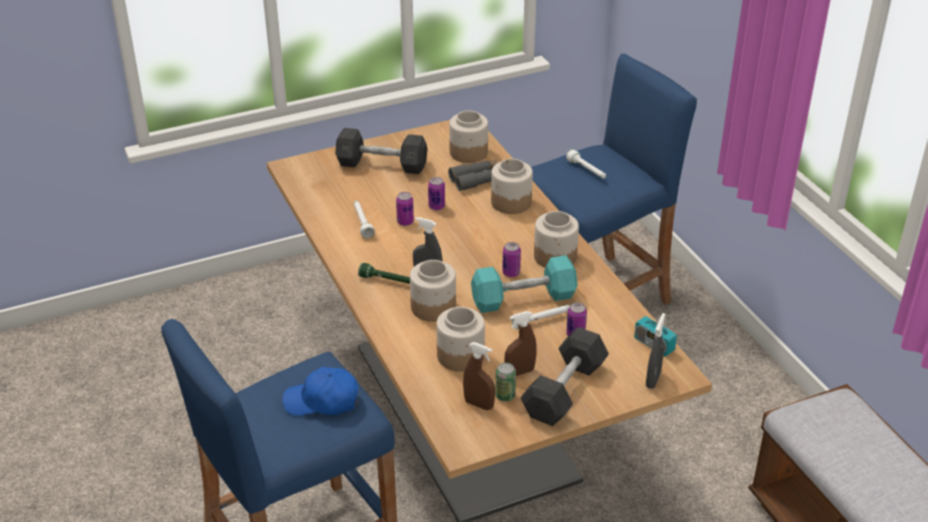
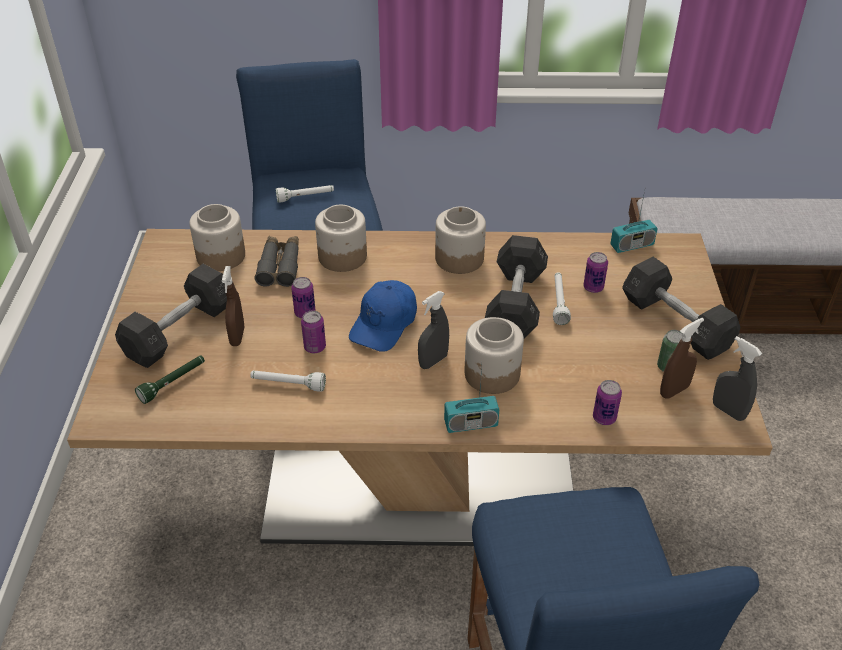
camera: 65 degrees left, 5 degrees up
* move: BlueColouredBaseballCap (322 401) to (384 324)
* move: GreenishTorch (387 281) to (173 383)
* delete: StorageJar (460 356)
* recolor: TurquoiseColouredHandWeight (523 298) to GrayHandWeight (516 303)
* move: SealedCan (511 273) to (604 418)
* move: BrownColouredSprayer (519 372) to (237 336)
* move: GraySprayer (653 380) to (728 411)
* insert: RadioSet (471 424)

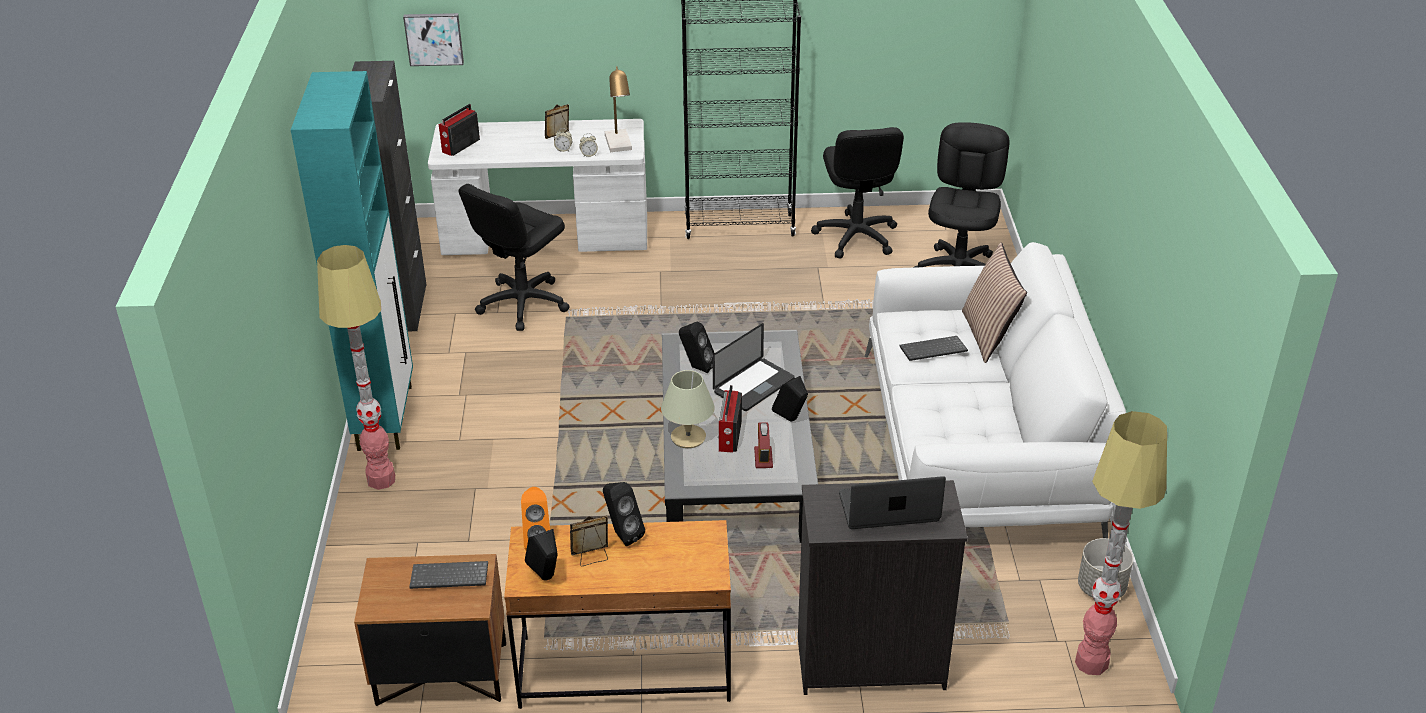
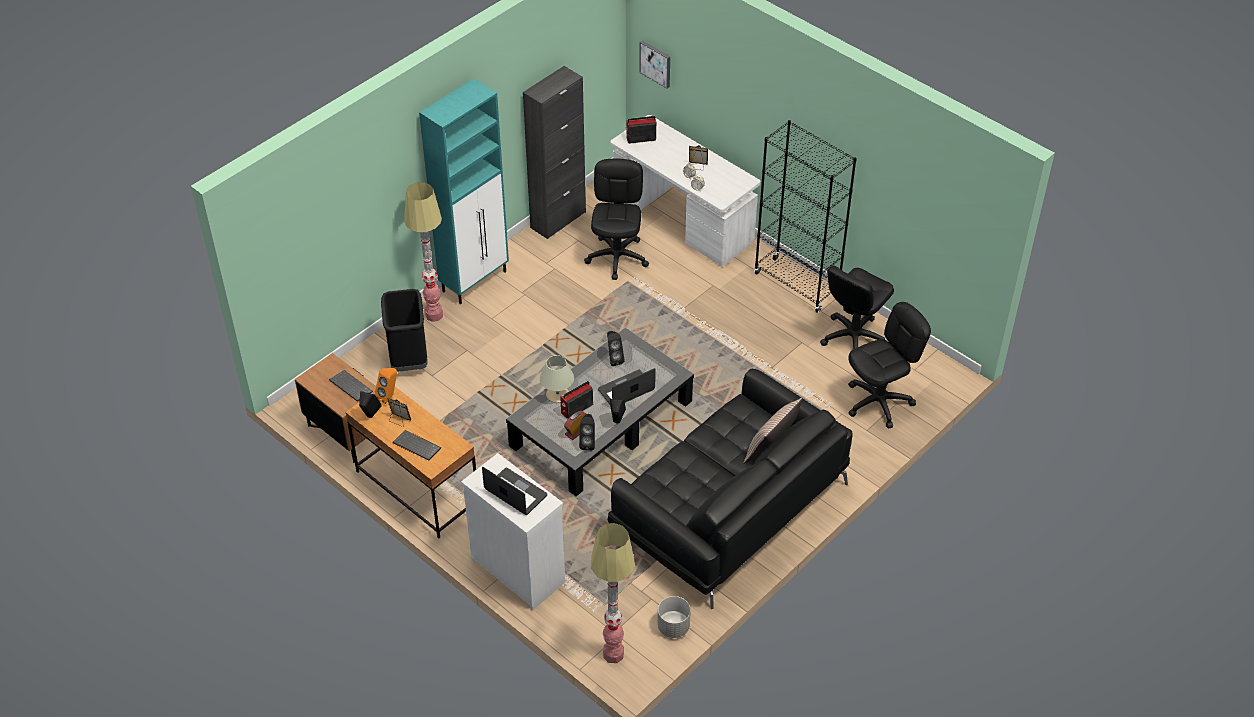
camera: 45 degrees right, 10 degrees up
* rotate: BlackDeskChair (522 303) = (617 257) 105 degrees clockwise
* move: BlackAudioSpeaker (622 535) to (588 443)
* delete: TabletopLamp (620 145)
* rotate: PortableComputer (754 386) = (626 390) 150 degrees clockwise
* recolor: BlackDrawerChest (869 662) to WhiteDrawerChest (518 570)
* recolor: WhiteSettee (978 445) to BlackSettee (729 509)
* move: Keyboard (932 351) to (415 446)
* insert: BlackTrashCan (408 359)

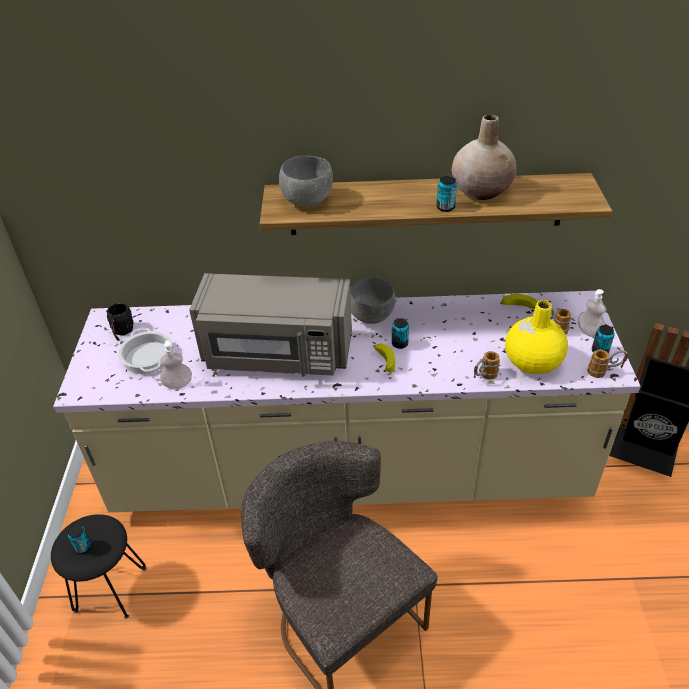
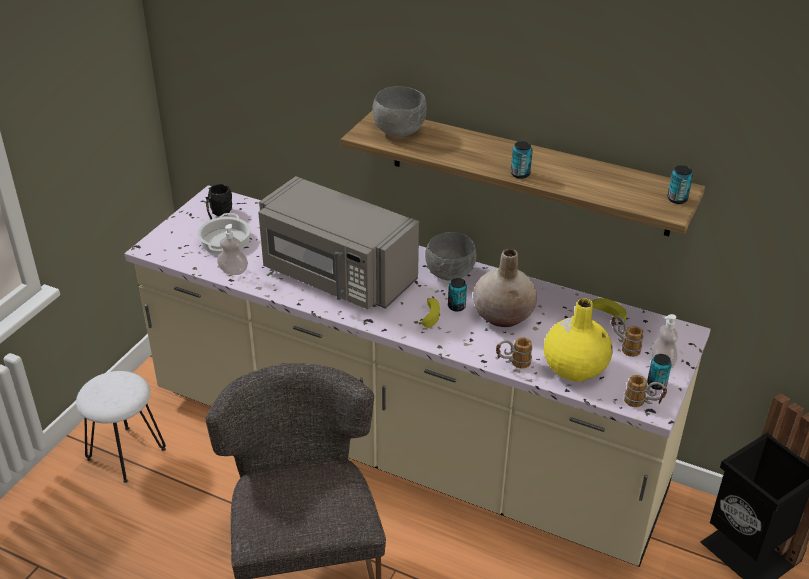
camera: 25 degrees right, 5 degrees down
* recolor: BlackStoolSeat (111 588) to WhiteStoolSeat (127 453)
* move: SealedCan (84 547) to (677 199)
* move: BeigeColouredVase (481 190) to (503 316)

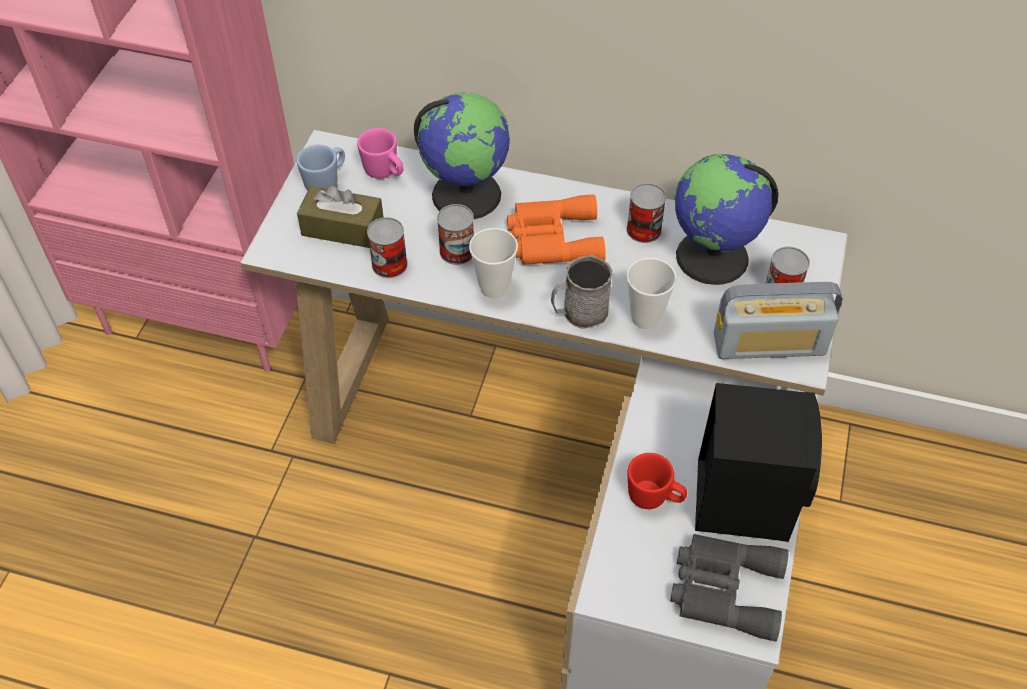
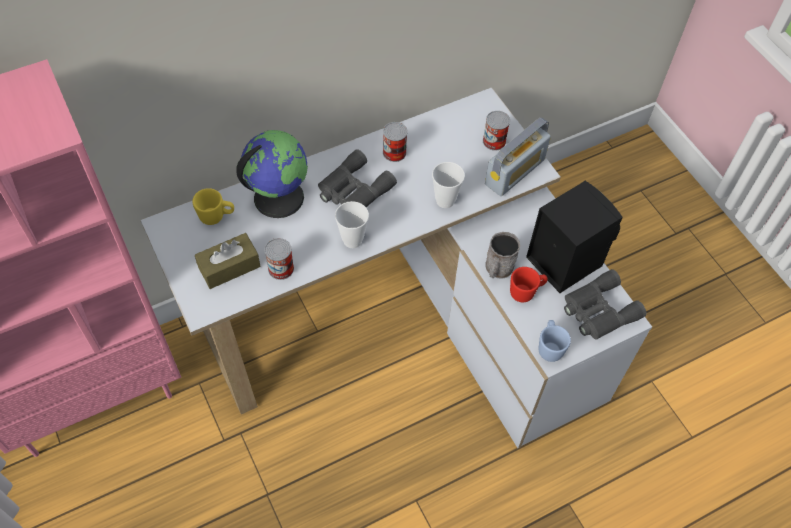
camera: 45 degrees left, 5 degrees up
* move: BlueColouredTeaMug (326 182) to (549 347)
* recolor: PinkishTeaMug (385 173) to YellowTeaMug (216 217)
* delete: SealedCan (457 251)
* recolor: OrangeFieldGlasses (551 239) to GrayFieldGlasses (353 191)
* move: GrayTeaMug (579 313) to (497 269)
* delete: WorldGlobe (712 258)

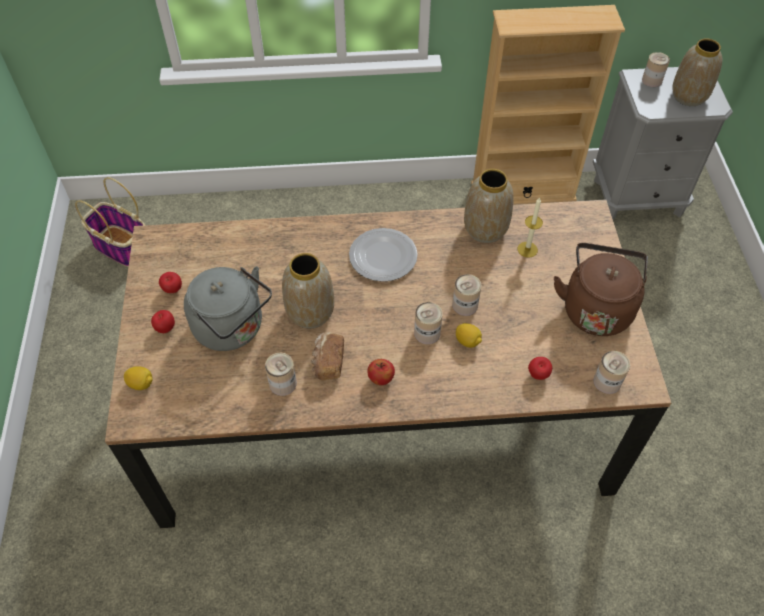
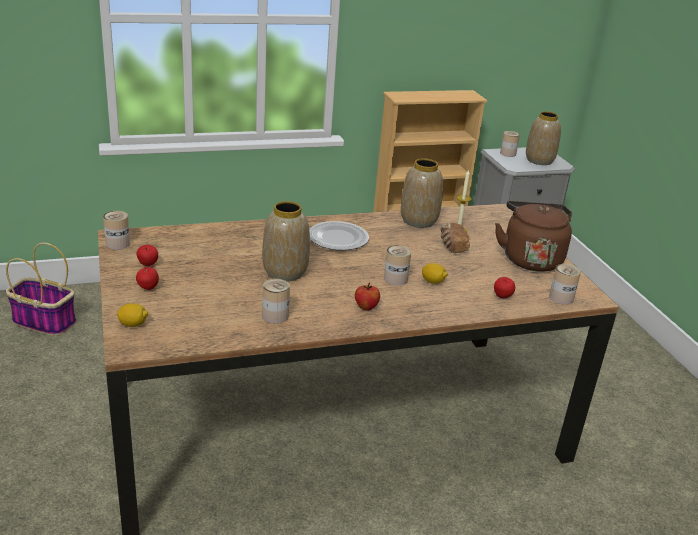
camera: 15 degrees left, 25 degrees down
* delete: GrayWaterKettle (233 329)
* move: Bread (328 362) to (452 246)
* move: SealedCan (465 305) to (117 244)

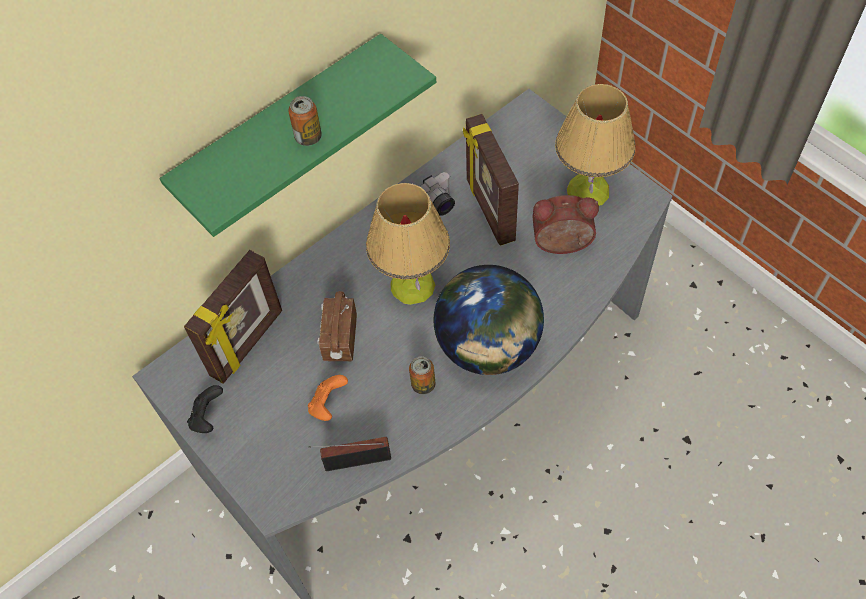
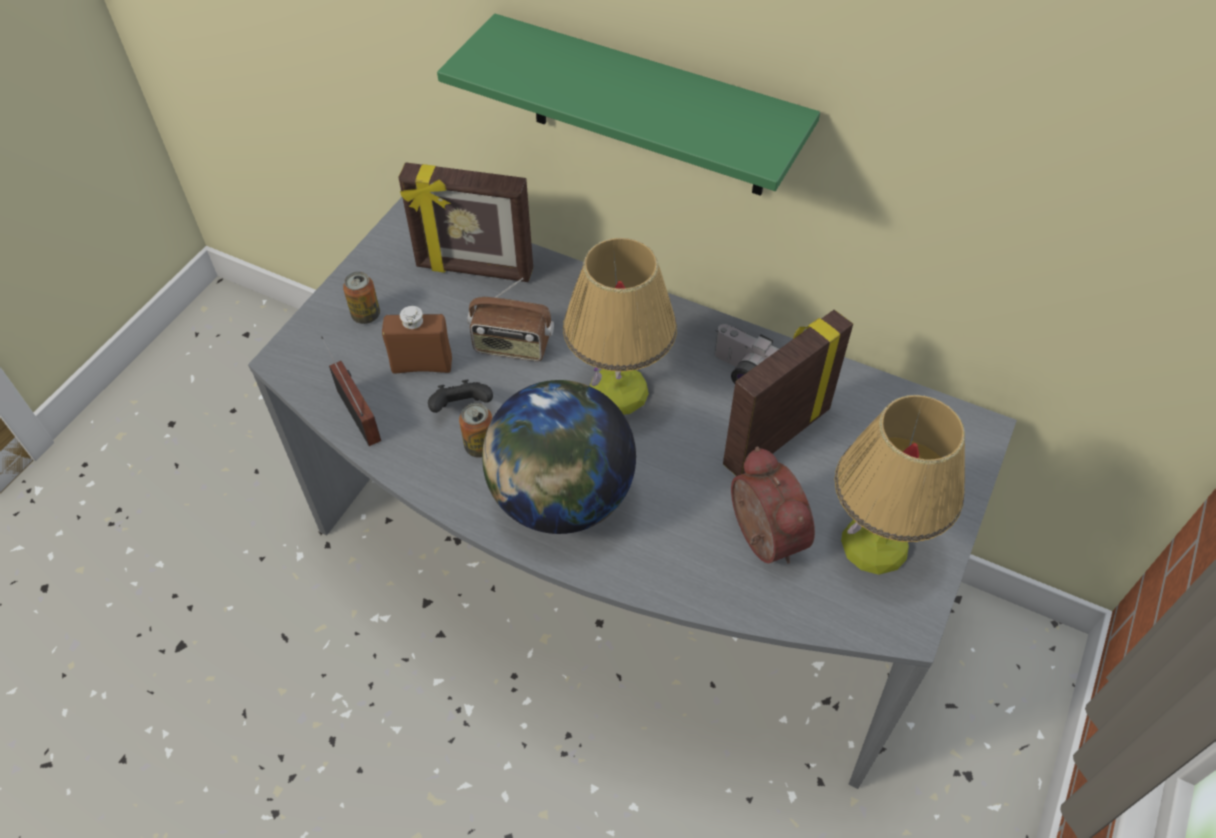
camera: 65 degrees right, 5 degrees down
* move: BlackGameController (208 417) to (462 408)
* move: SealedCan (308 137) to (366 315)
* replace: OrangeGameController (328 404) to BrownColouredDrinkBottle (422 365)
* rotate: RadioSet (339 339) = (512 346) 150 degrees counterclockwise

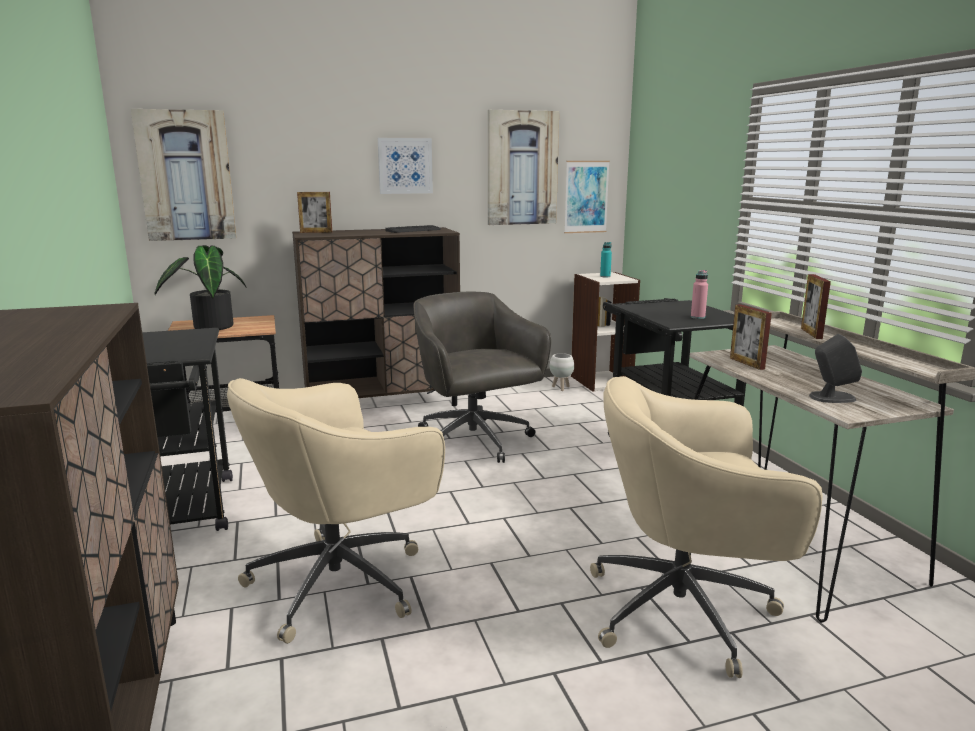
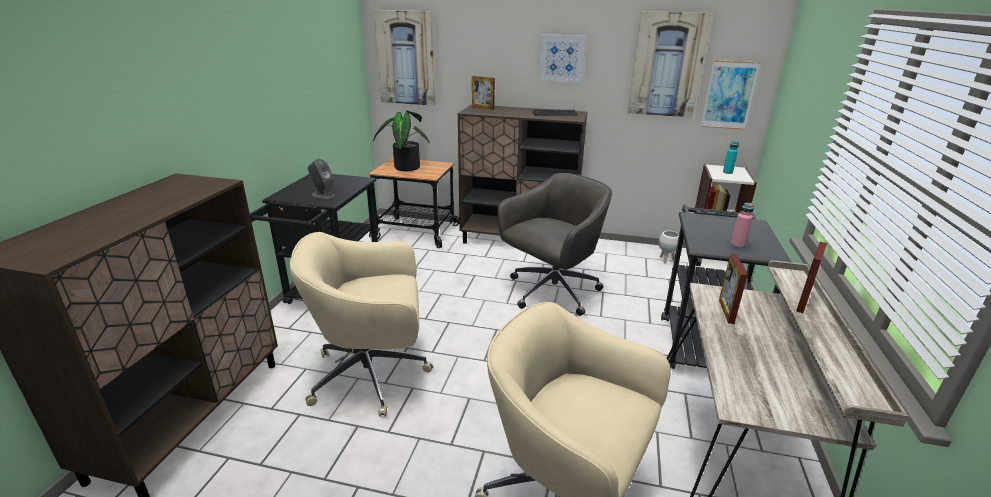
camera: 30 degrees right, 10 degrees up
* rotate: GrayDeskChair (475 442) = (551 292) 45 degrees clockwise
* move: GrayAudioSpeaker (831 397) to (323 195)

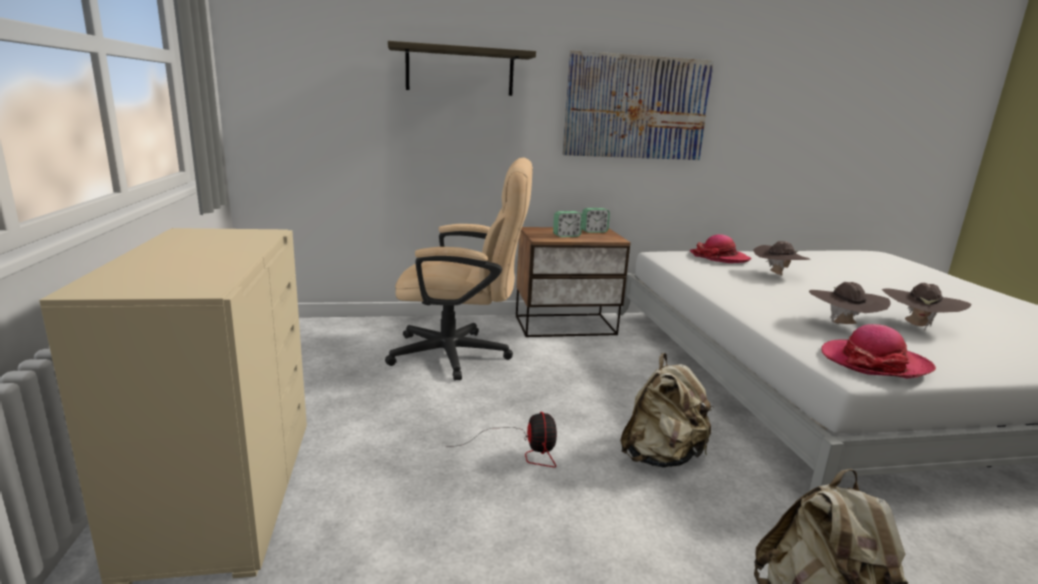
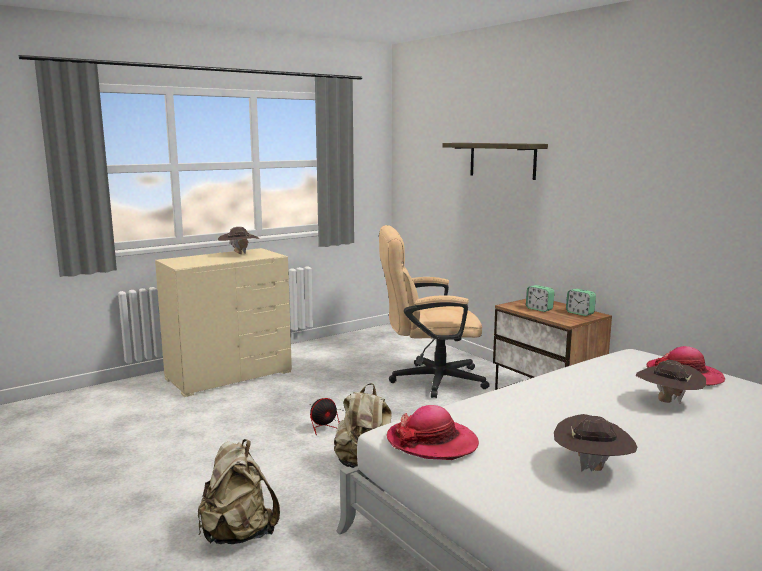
camera: 65 degrees right, 5 degrees down
* rotate: BeigeColouredDeskChair (461 355) = (428 380) 105 degrees clockwise
* delete: WallPicture (636 107)
* move: BrownColouredHat (842 325) to (239 255)

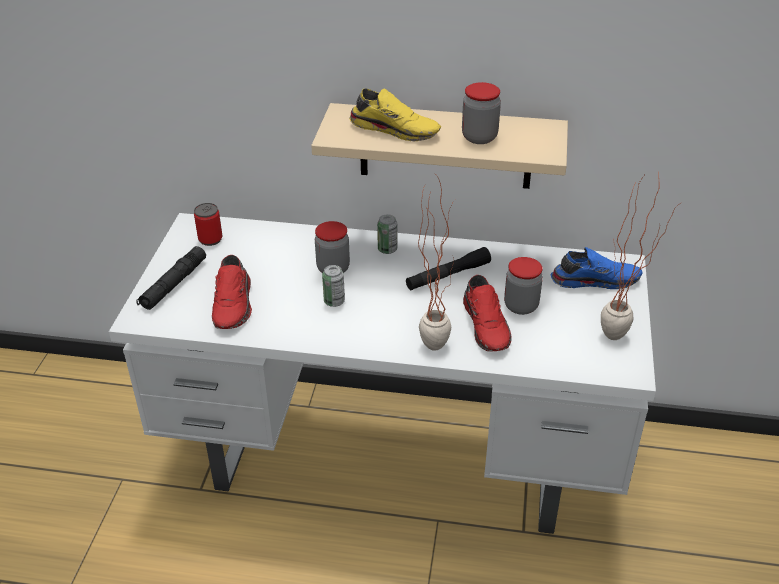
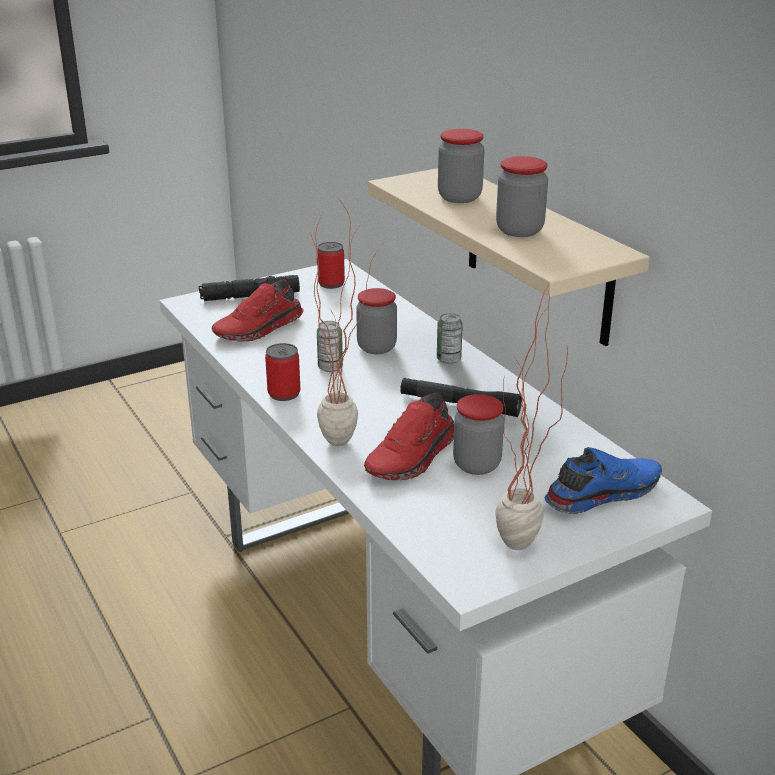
camera: 50 degrees right, 10 degrees down
* replace: YellowShoe (395 129) to StorageJar (459 197)
* rotate: BlueColouredShoe (594 280) = (601 493) 75 degrees counterclockwise
* insert: SealedCan (284 393)

